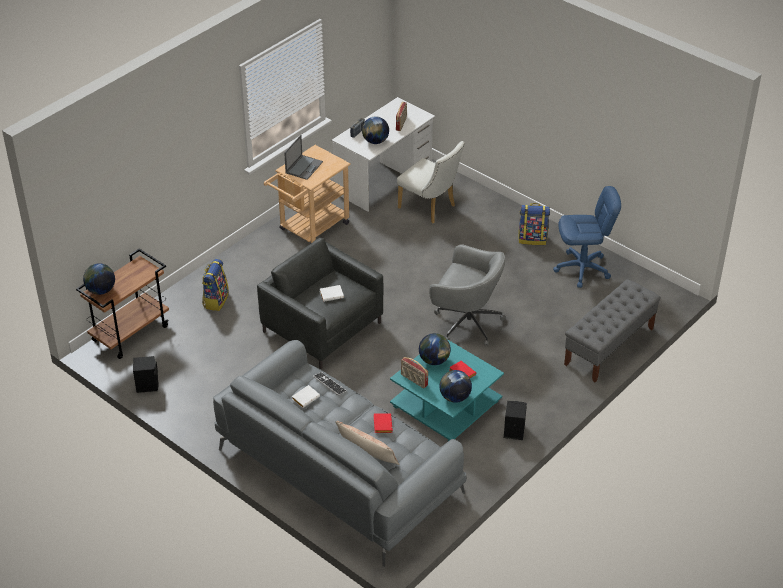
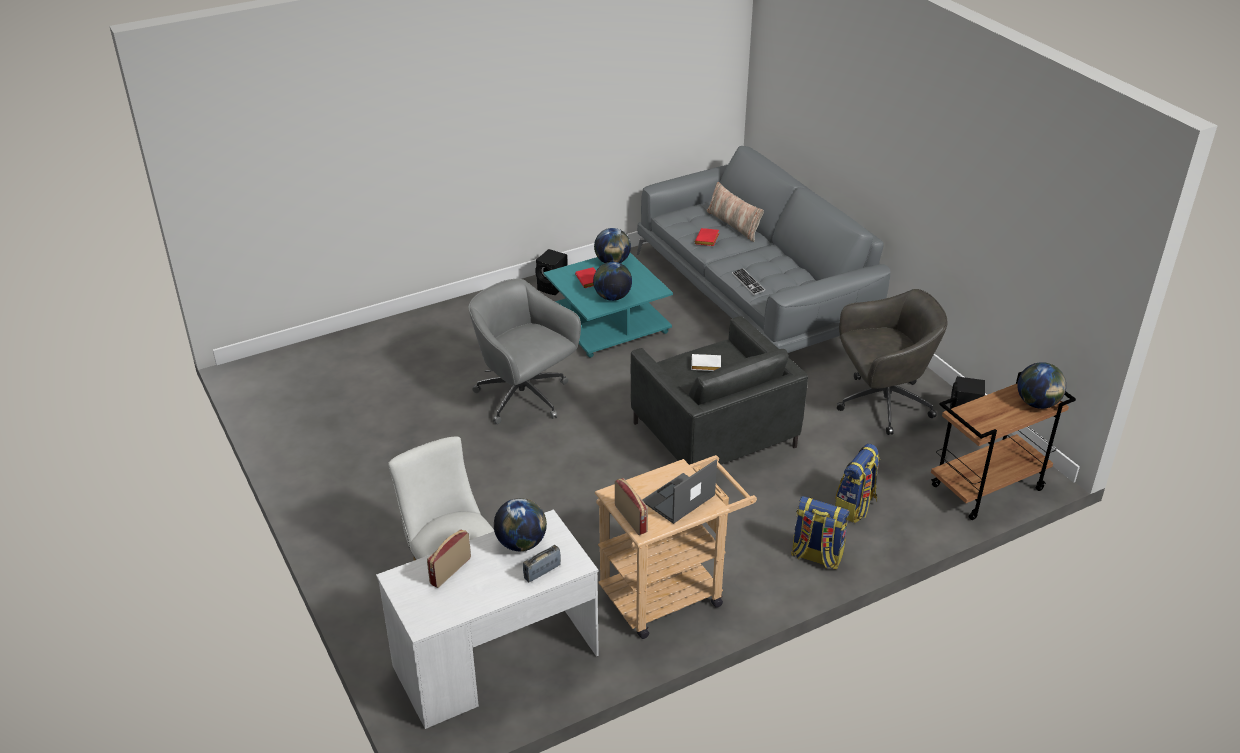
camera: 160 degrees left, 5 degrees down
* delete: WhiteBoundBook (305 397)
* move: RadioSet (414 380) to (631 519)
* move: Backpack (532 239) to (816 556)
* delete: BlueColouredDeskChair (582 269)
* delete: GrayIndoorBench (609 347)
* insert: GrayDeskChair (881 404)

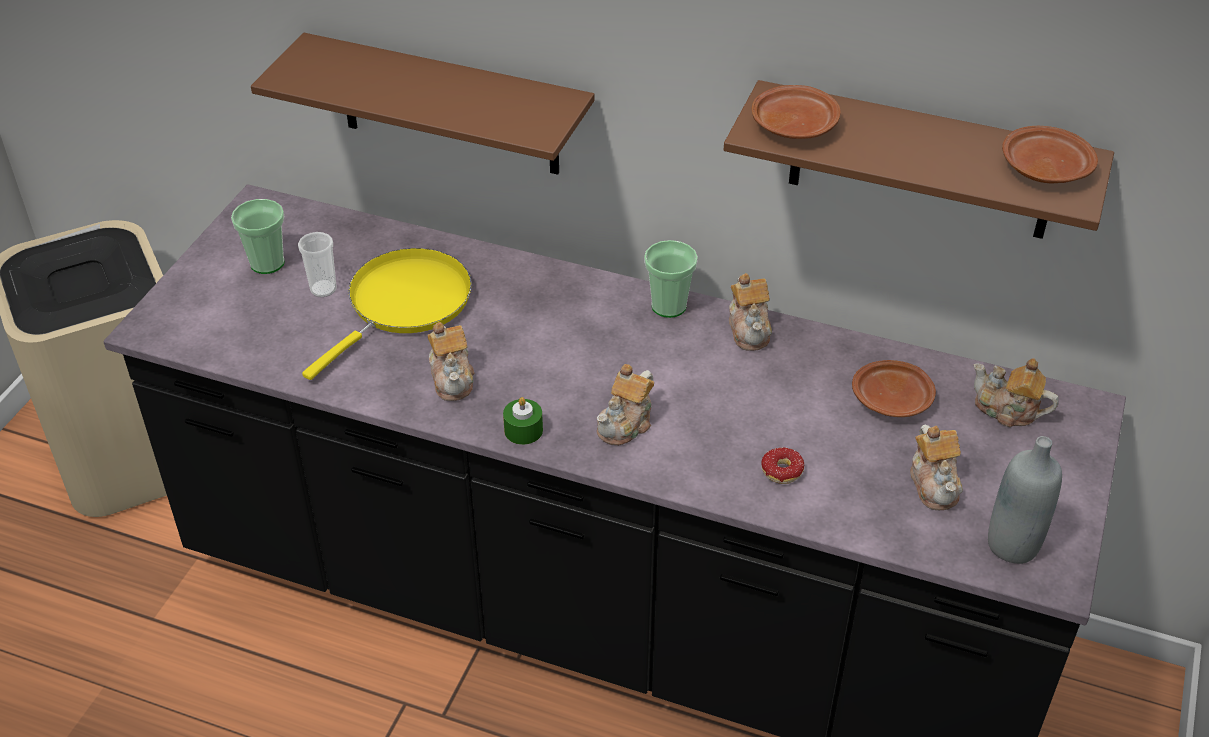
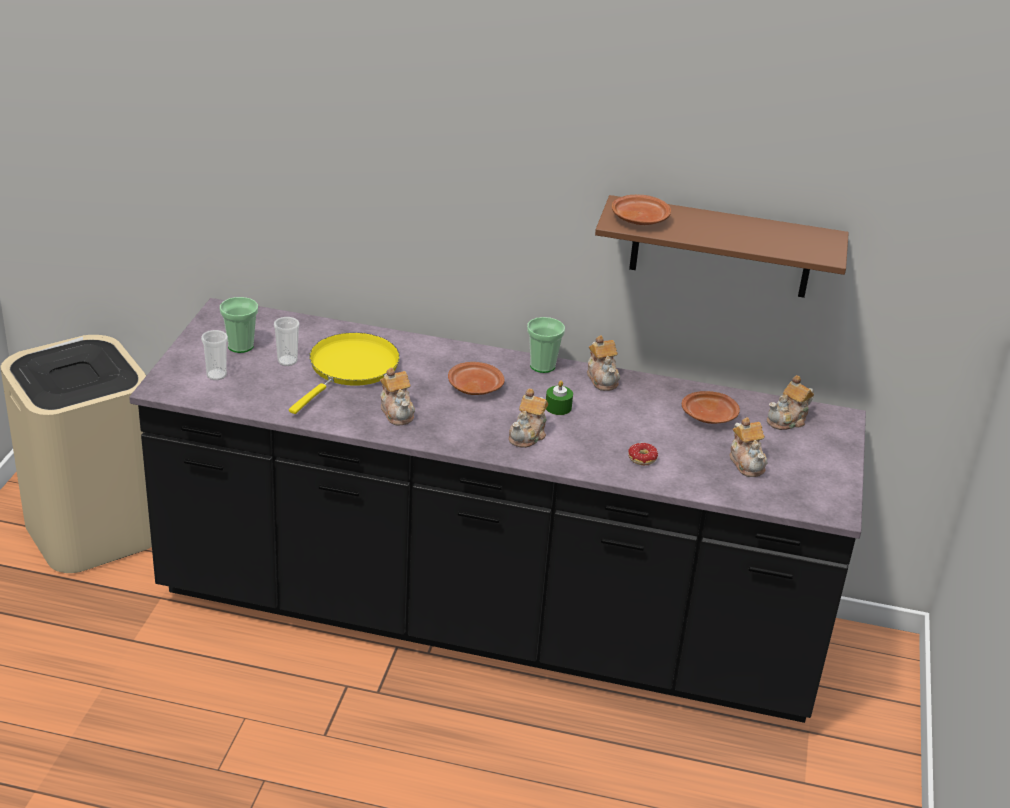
camera: 10 degrees left, 10 degrees down
* delete: BrownColouredWallShelf (448 106)
* move: GreenishWaxLight (523 430) to (558 407)
* rotate: Teapot (1007 410) = (788 420) 60 degrees counterclockwise
* delete: GrayDrinkBottle (1012 545)
* move: BrownColouredPlate (1044 168) to (474 387)
* insert: Cup (216 375)

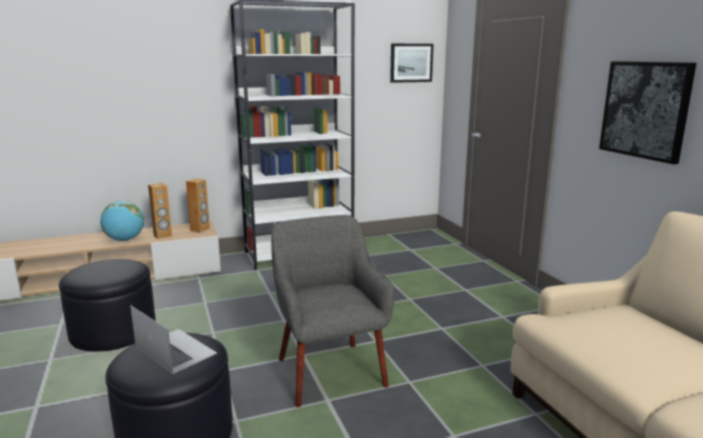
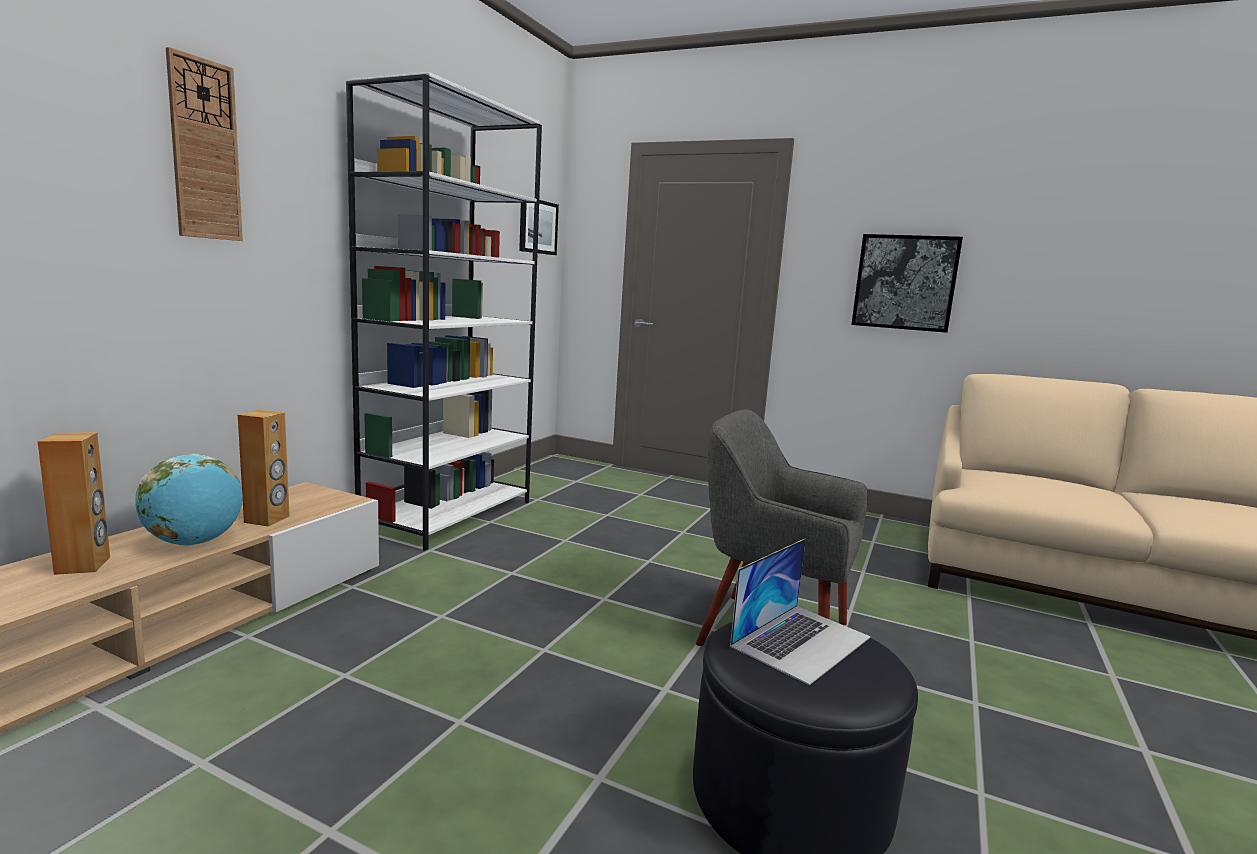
camera: 45 degrees left, 5 degrees down
* delete: BlackFootrest (113 331)
* rotate: PortableComputer (175 350) = (801 641) 135 degrees clockwise
* move: BrownColouredAudioSpeaker (200 230) to (83 565)
* insert: HangingClock (205 150)

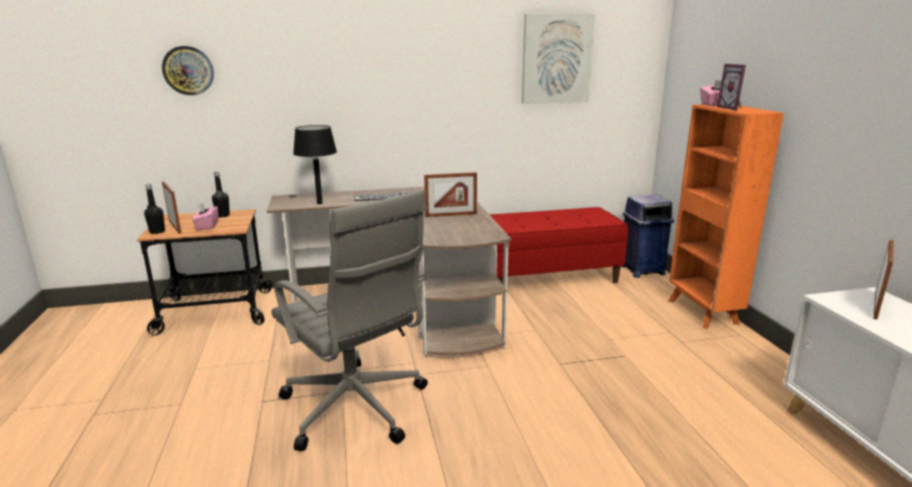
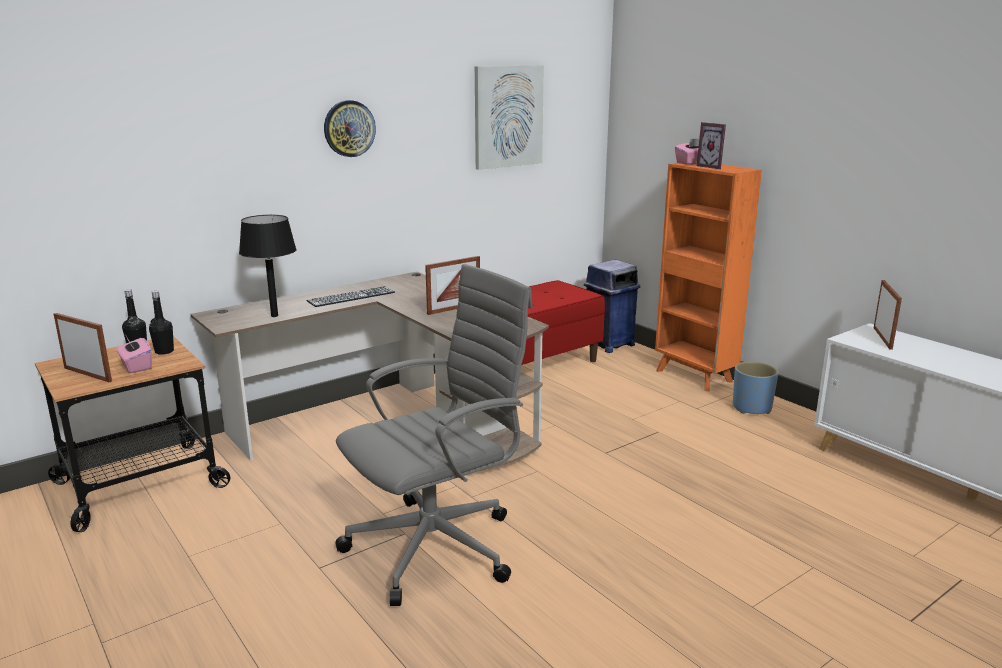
camera: 25 degrees left, 0 degrees up
* move: BlackDrinkBottle (157 232) to (164 351)
* move: HangingClock (188 70) to (349 128)
* rotate: GrayDeskChair (356 409) = (438 546) 60 degrees counterclockwise
* insert: BlueColouredPlanter (751 408)

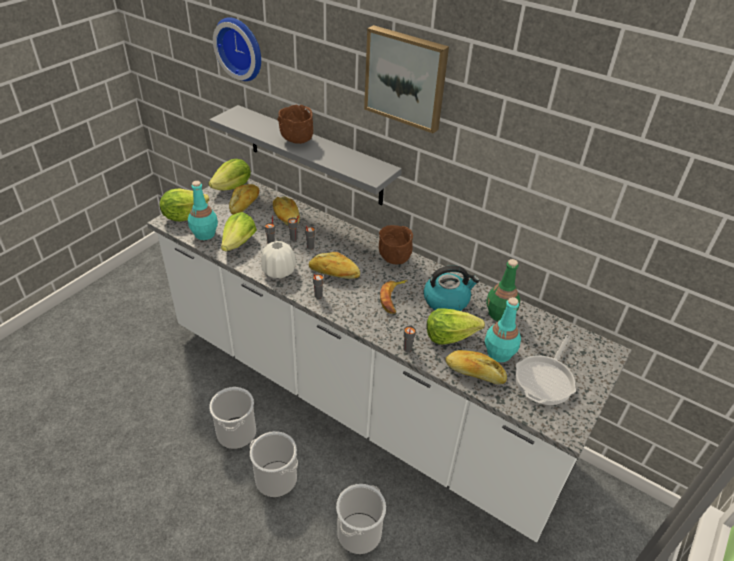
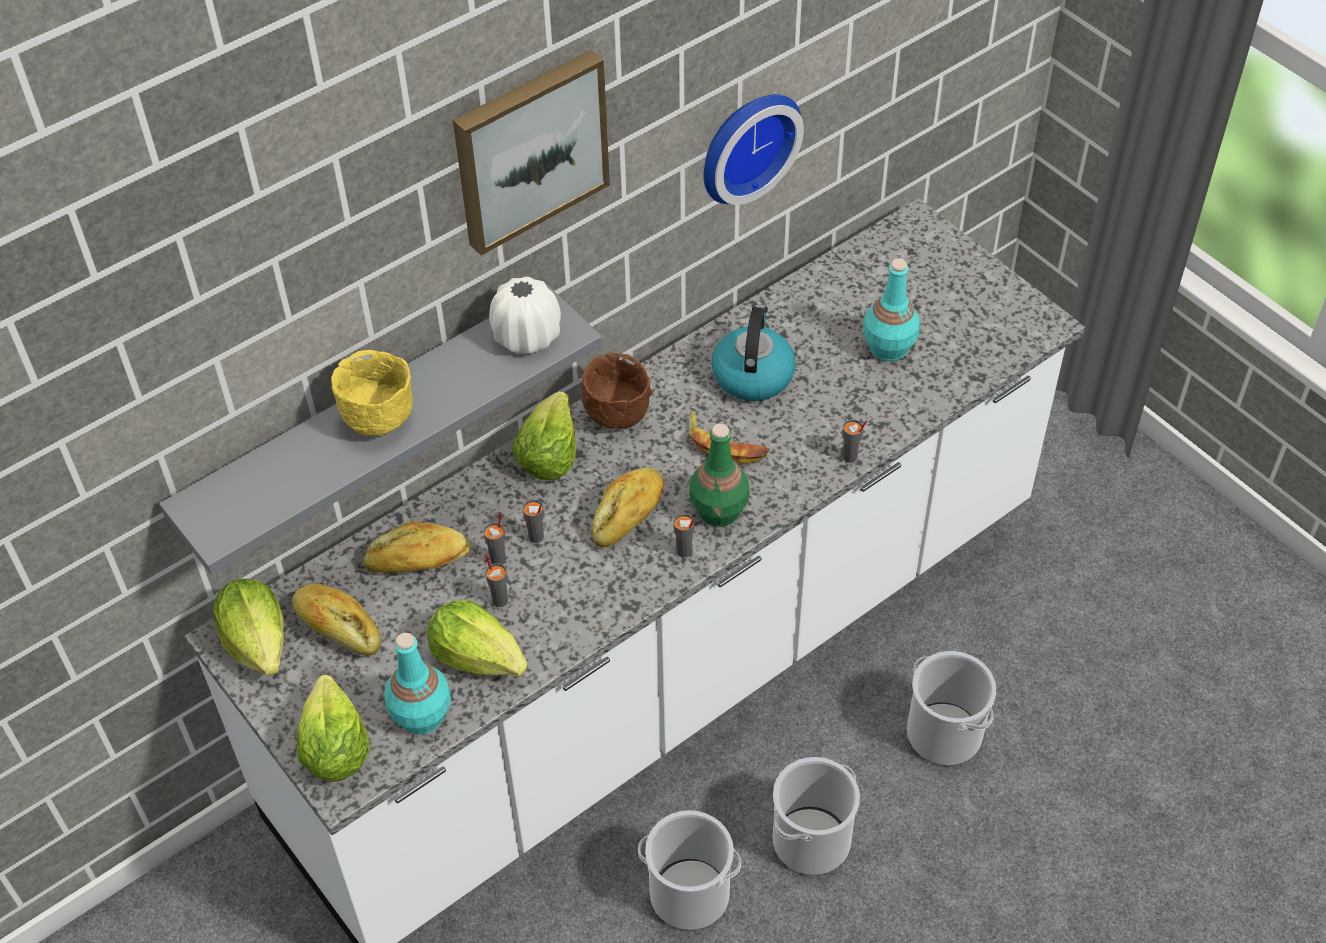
camera: 70 degrees left, 10 degrees up
* move: HangingClock (241 48) to (745 143)
* move: WhiteVase (278 271) to (527 336)
* recolor: BrownColouredDeepDish (297 140) to YellowDeepDish (378 420)
* move: LettuceHead (450 335) to (548 453)
* delete: Bread (474 373)
* move: GreenishDrinkBottle (500 314) to (719 510)
* delete: Skillet (545 379)

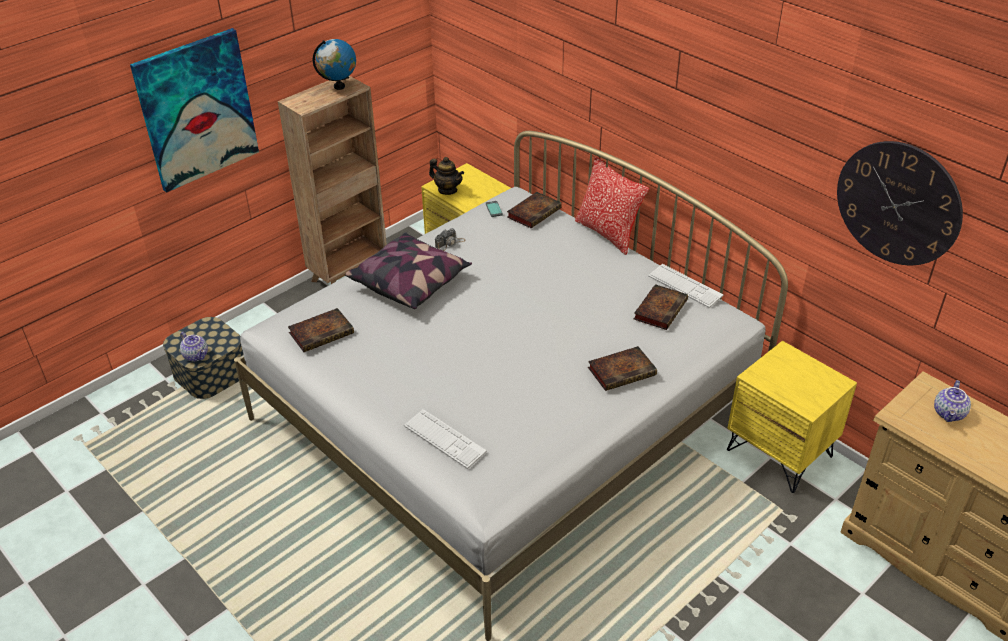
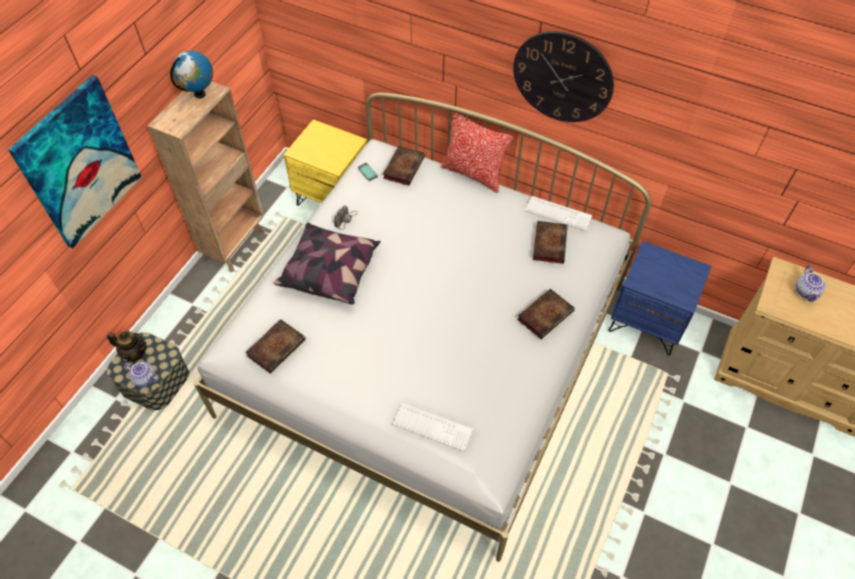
camera: 20 degrees left, 15 degrees up
* move: Teapot (447 190) to (134 353)
* recolor: YellowNightstand (780 453) to BlueColouredNightstand (647 322)
* move: HangingClock (898 203) to (562 77)

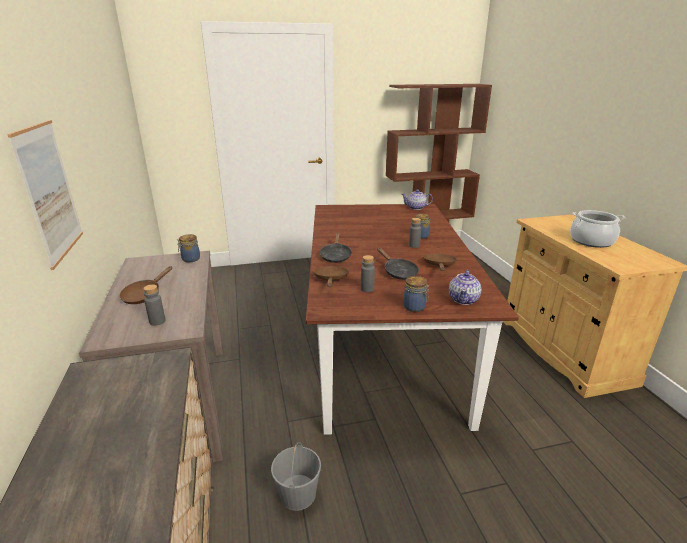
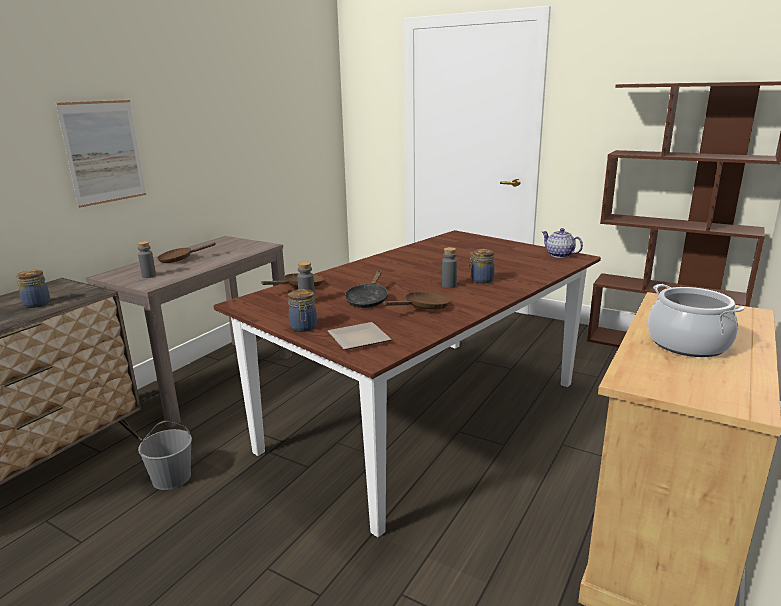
camera: 45 degrees right, 5 degrees down
* move: StorageJar (190 259) to (36 304)
* delete: BlackSkillet (335 256)
* replace: Teapot (463 299) to Plate (361 339)

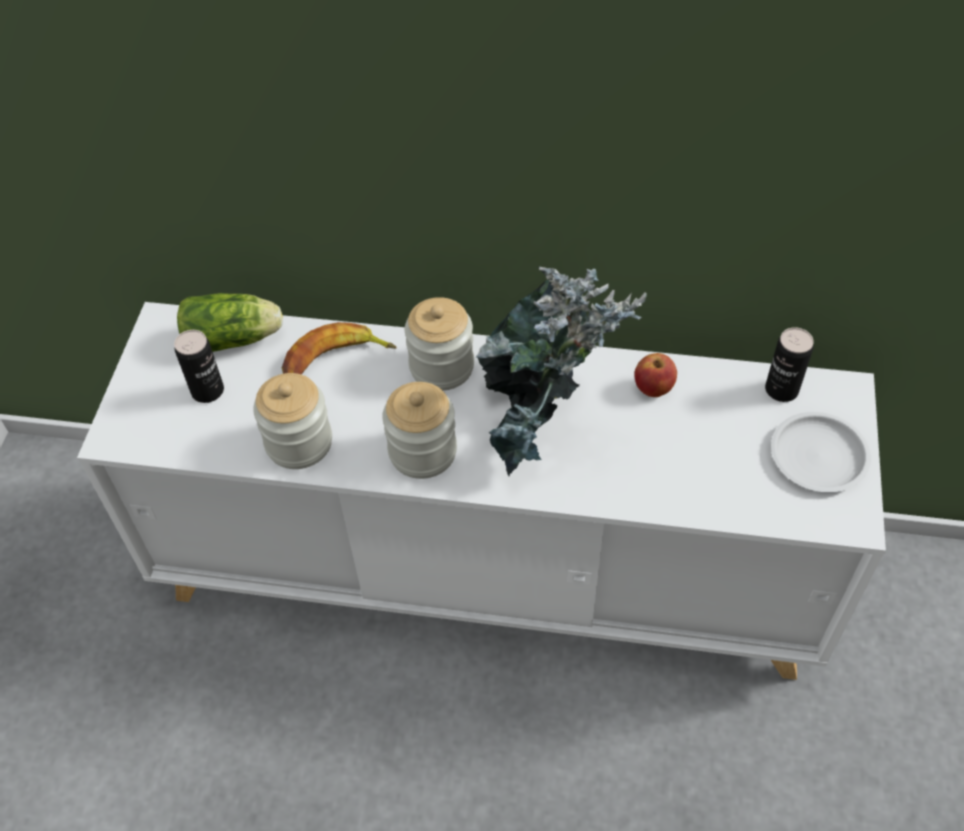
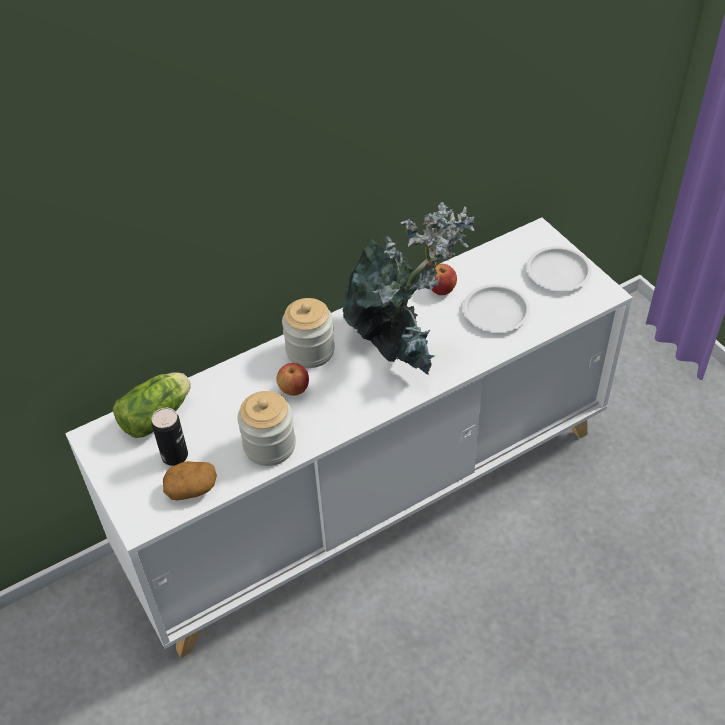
camera: 40 degrees left, 5 degrees down
* delete: BananaFruit (335 361)
* delete: StorageJar (422 451)
* delete: SealedCan (781 390)
* insert: Spud (192 488)
* insert: WholeApple (294 389)
* insert: WhitePlate (495 312)

